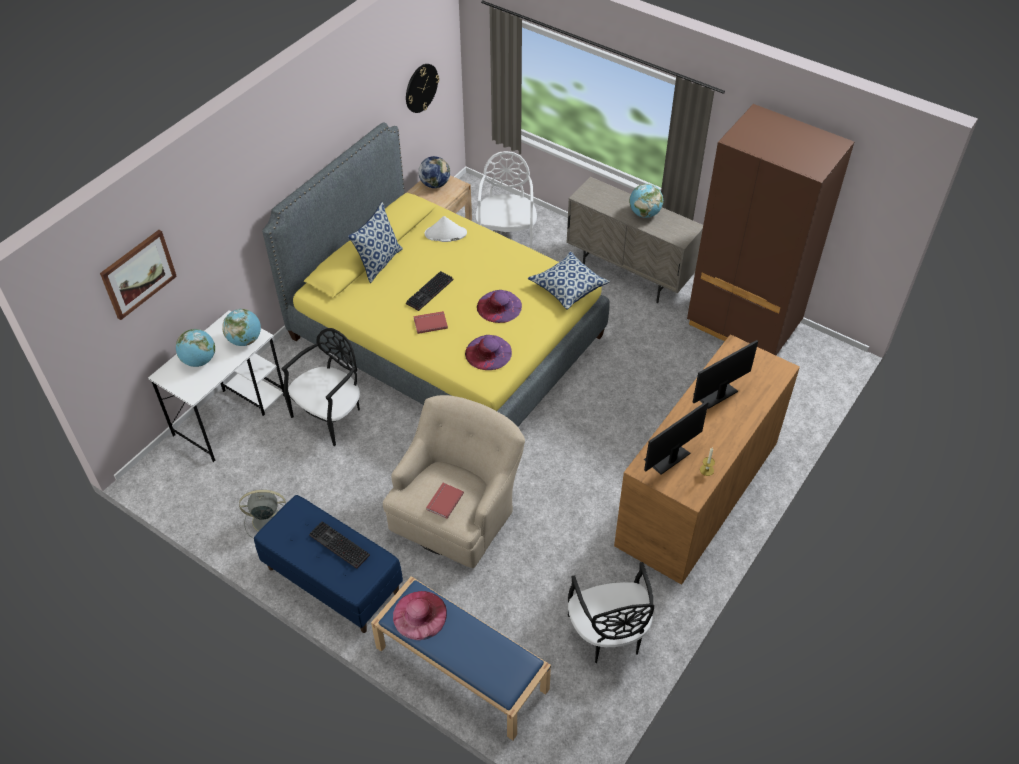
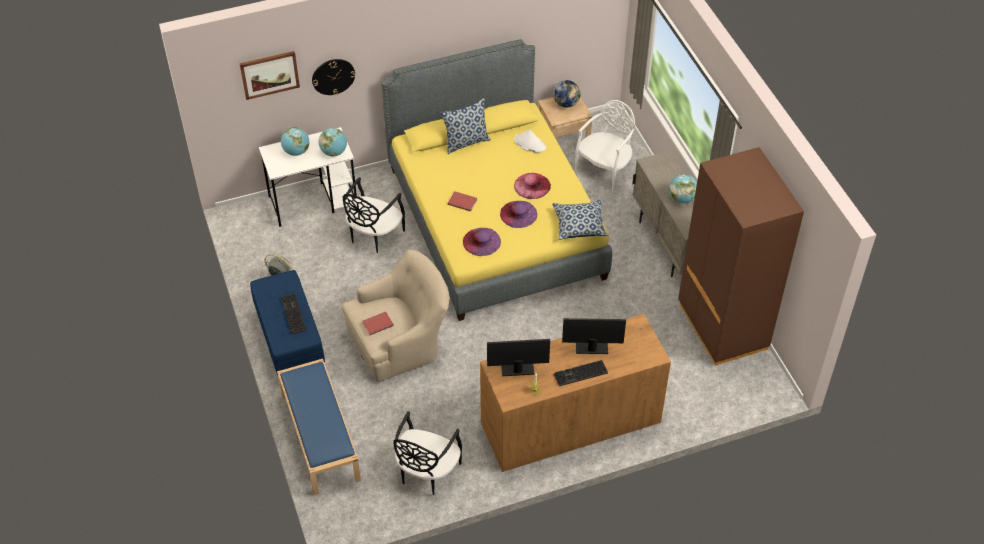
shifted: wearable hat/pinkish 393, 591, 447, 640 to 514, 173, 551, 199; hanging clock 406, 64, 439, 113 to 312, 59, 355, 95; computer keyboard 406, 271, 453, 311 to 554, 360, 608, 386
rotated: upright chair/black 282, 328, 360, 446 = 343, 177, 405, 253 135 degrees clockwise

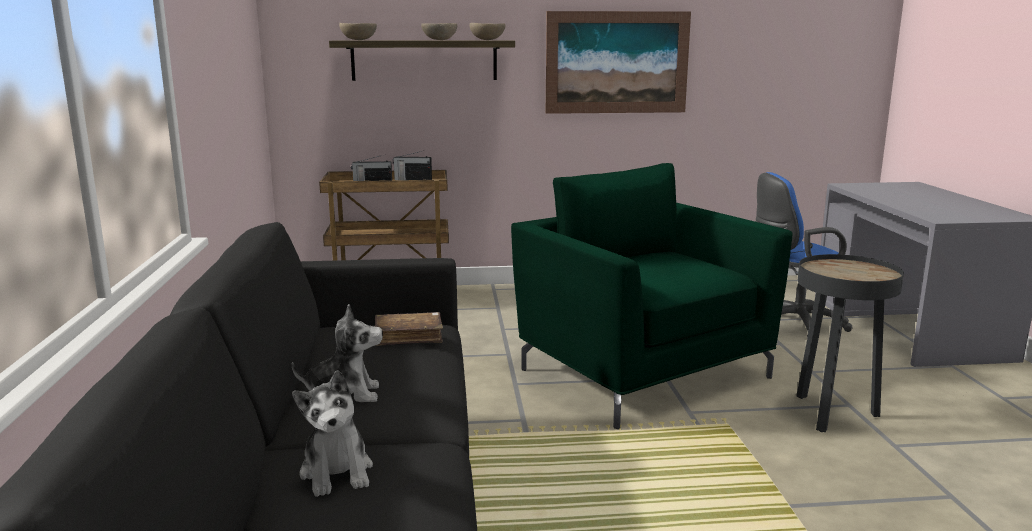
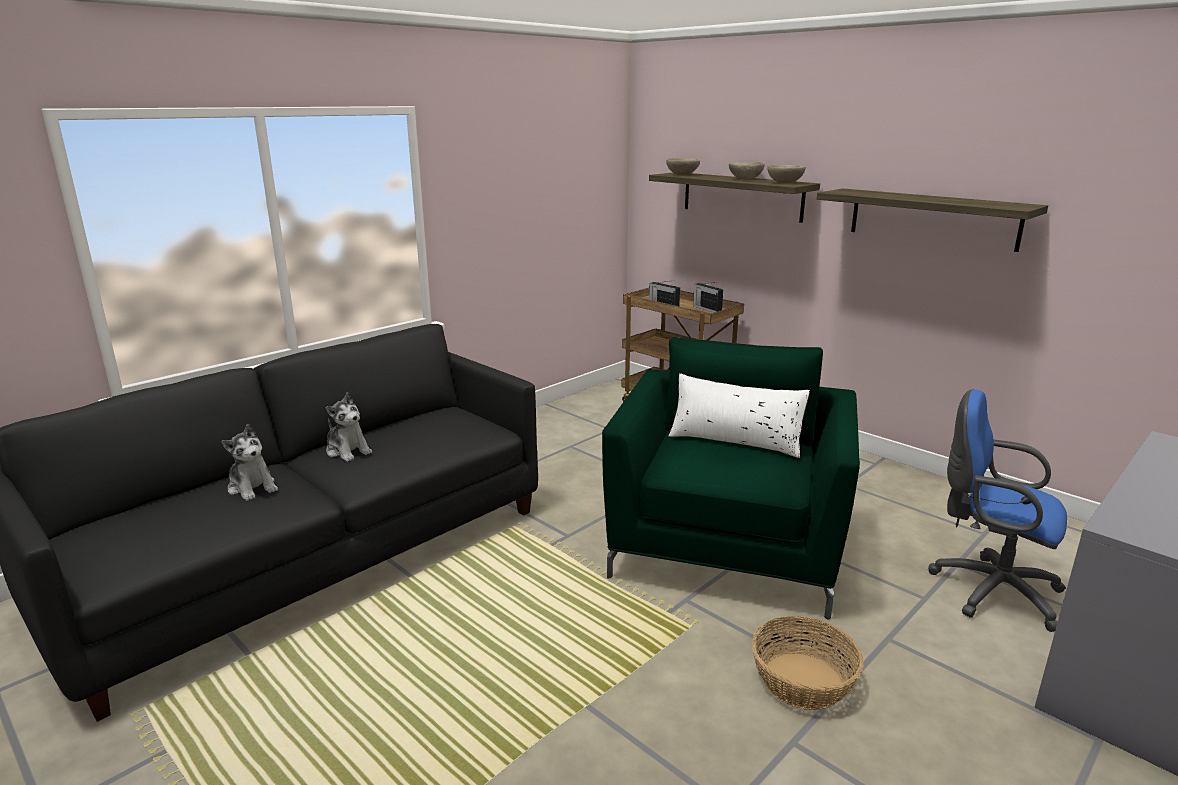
gone: bound book/brownish 375, 312, 443, 346
new: cushion/whitish 669, 373, 810, 458
swapped: wall art 546, 11, 691, 114 to bracket shelf 817, 188, 1048, 252; accent table/black 796, 254, 904, 432 to basket 752, 616, 864, 710
rotated: cuddly toy 292, 370, 373, 497 = 221, 424, 278, 501 75 degrees counterclockwise

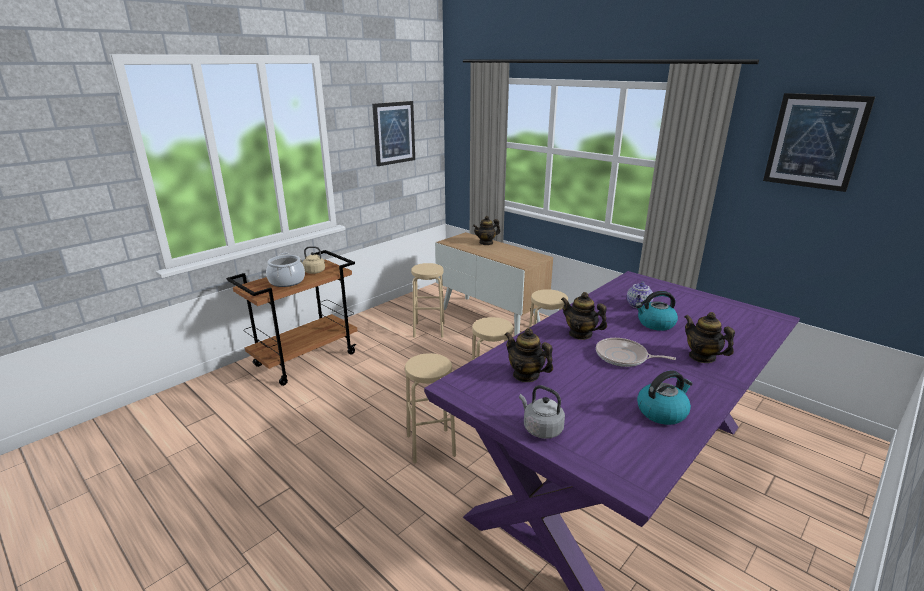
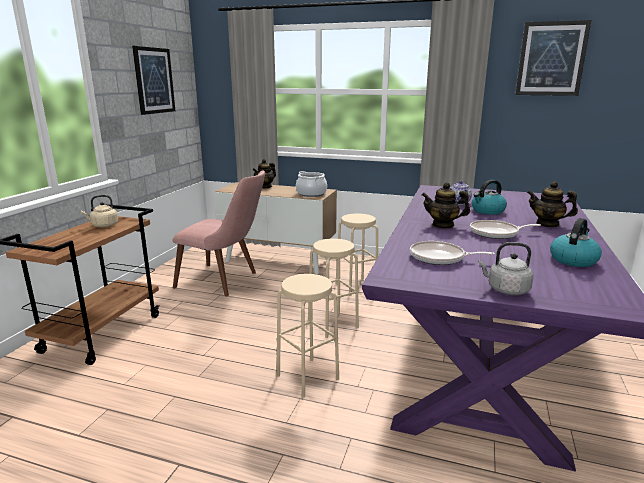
shifted: saucepot 266, 253, 305, 287 to 296, 171, 327, 197
swapped: stool/beige 411, 263, 445, 338 to upright chair/pinkish 173, 171, 265, 296; teapot 505, 328, 553, 382 to skillet 410, 241, 495, 265

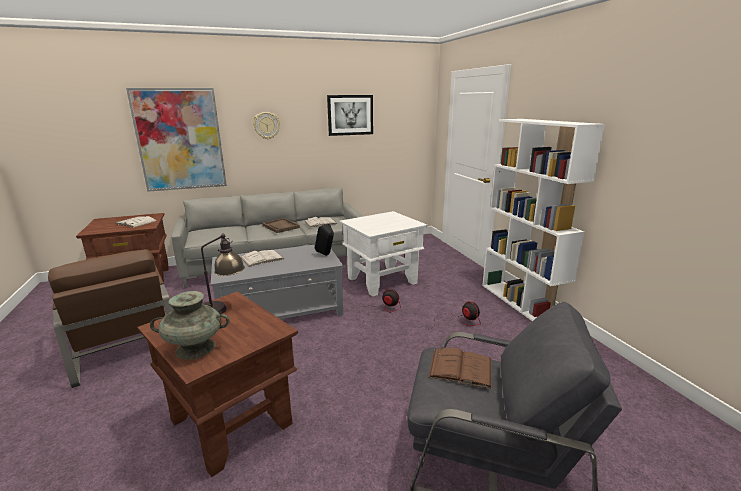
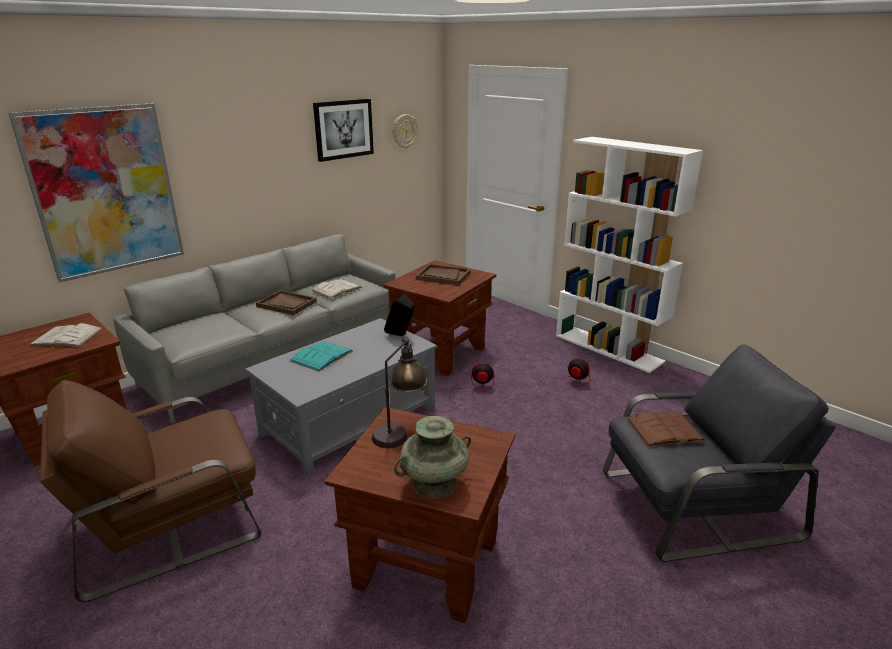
new: carrying tray/brownish 416, 264, 471, 285
shifted: hanging clock 253, 112, 280, 139 to 392, 114, 418, 148
repainted: bound book/whitish 241, 250, 284, 267 to bound book/turquoise-coloured 290, 341, 352, 372; accent table/whitish 340, 211, 428, 297 to accent table/brownish 384, 260, 496, 376
rotated: armchair/brownish 48, 249, 172, 388 = 40, 380, 261, 602 120 degrees clockwise

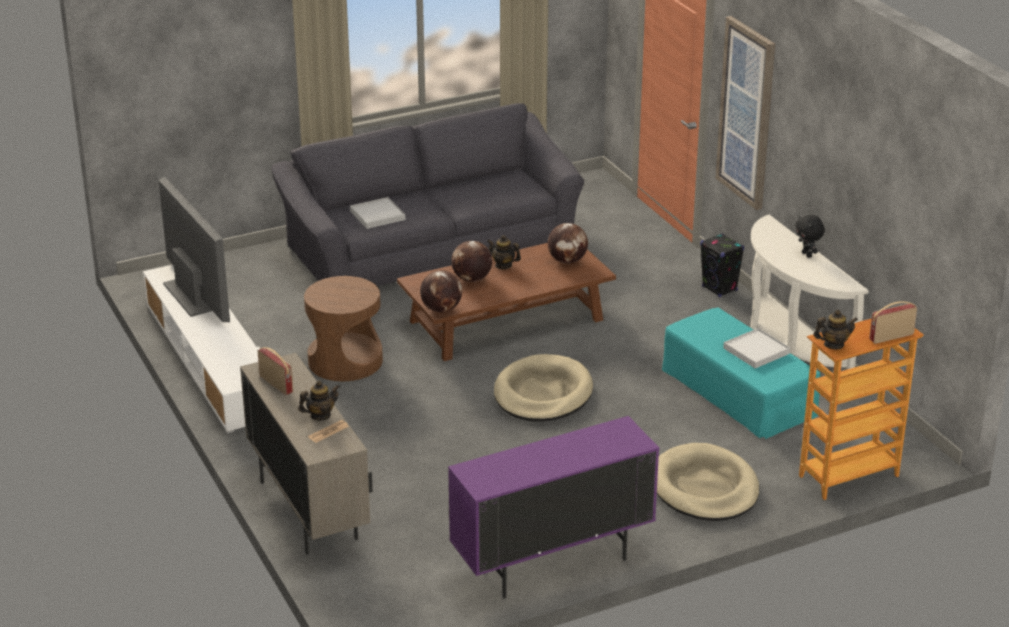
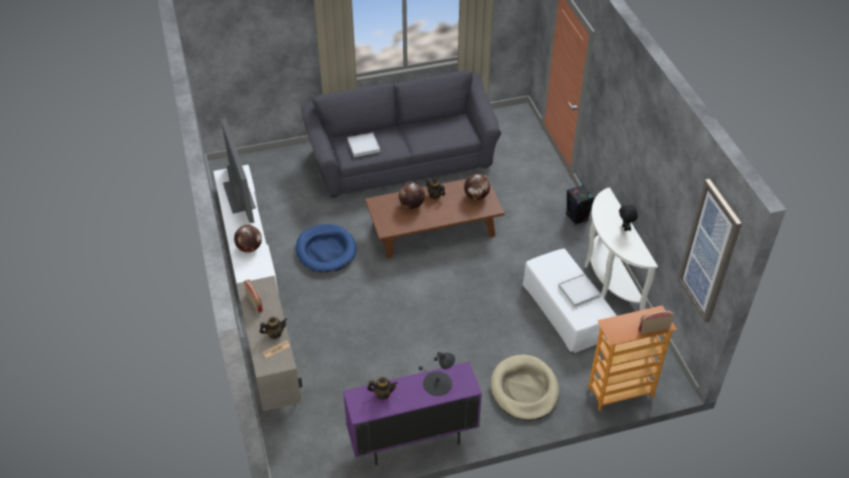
gone: dog bed/beige 494, 354, 593, 422
new: table lamp/black 418, 352, 455, 396
shifted: world globe 420, 270, 462, 312 to 234, 225, 262, 253; wall art 716, 16, 775, 210 to 678, 179, 742, 323; teapot 813, 310, 858, 350 to 367, 377, 398, 400
swapped: accent table/brownish 304, 276, 383, 381 to dog bed/blue-coloured 296, 224, 357, 272
repainted: footrest/turquoise-coloured 662, 307, 821, 439 to footrest/whitish 522, 249, 617, 353

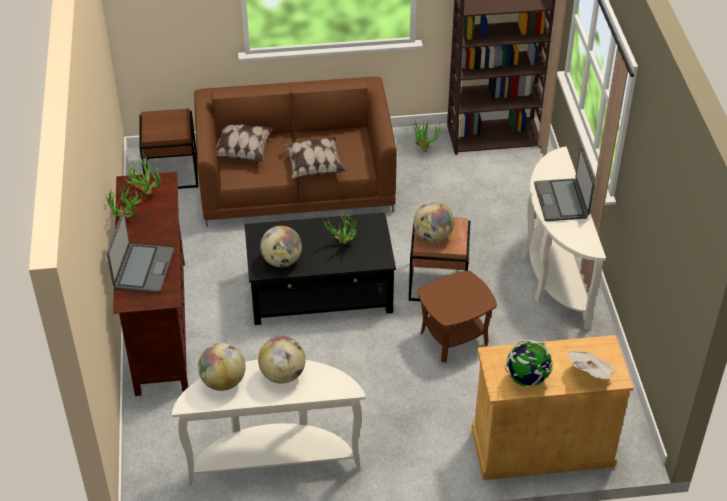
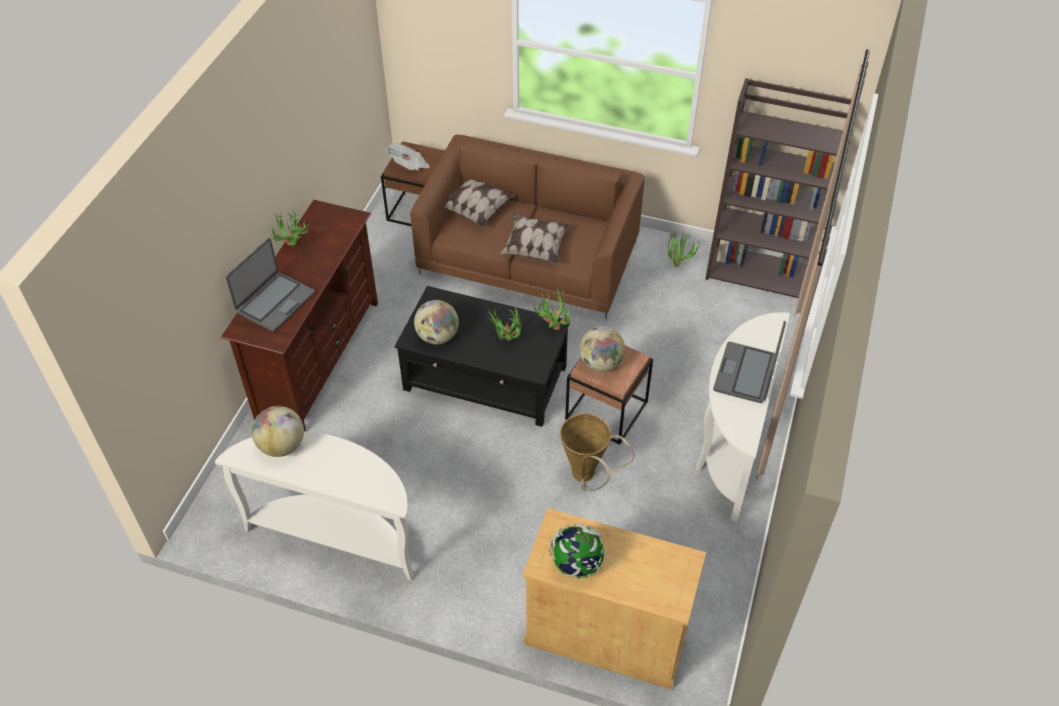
gone: world globe 258, 336, 306, 384
shifted: plant in a pot 124, 155, 161, 195 to 534, 287, 571, 330; printed paper 568, 351, 616, 380 to 386, 143, 430, 170
swapped: accent table/brownish 418, 271, 497, 363 to basket 560, 413, 635, 491

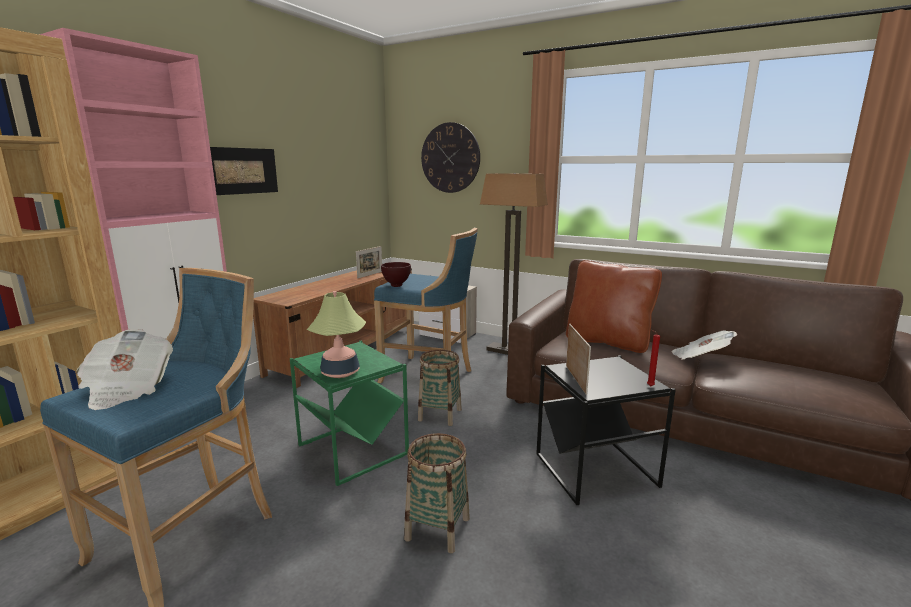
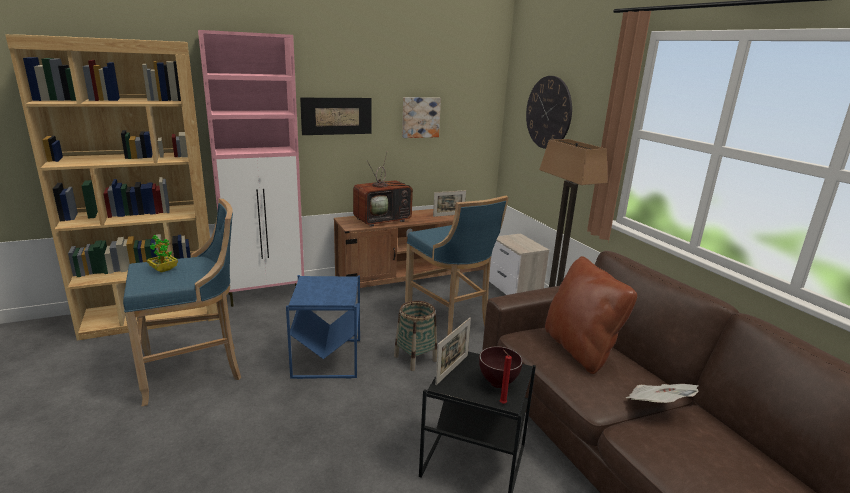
gone: table lamp 307, 291, 366, 378; basket 404, 433, 470, 553
new: TV 353, 153, 413, 226; wall art 402, 97, 441, 138
shifted: deep dish/brownish 381, 262, 411, 287 to 479, 346, 523, 388
swapped: printed paper 76, 329, 173, 410 to plant in a pot 147, 235, 178, 272
repainted: accent table/green-coloured 290, 341, 409, 486 to accent table/blue-coloured 286, 275, 360, 379

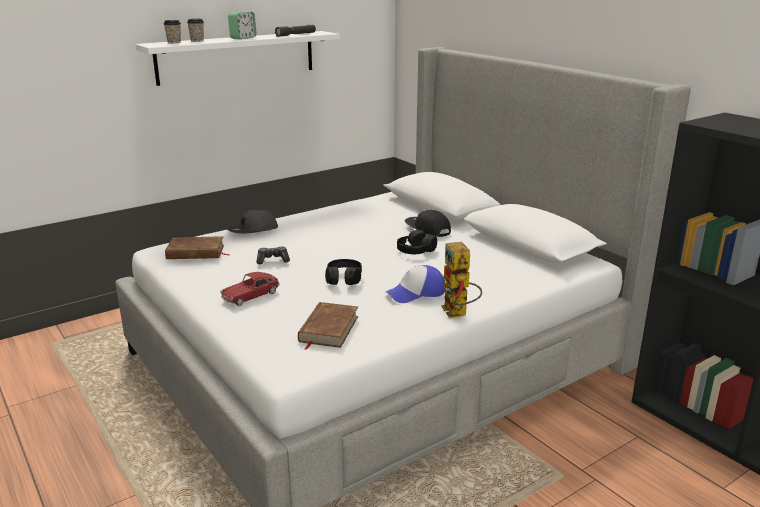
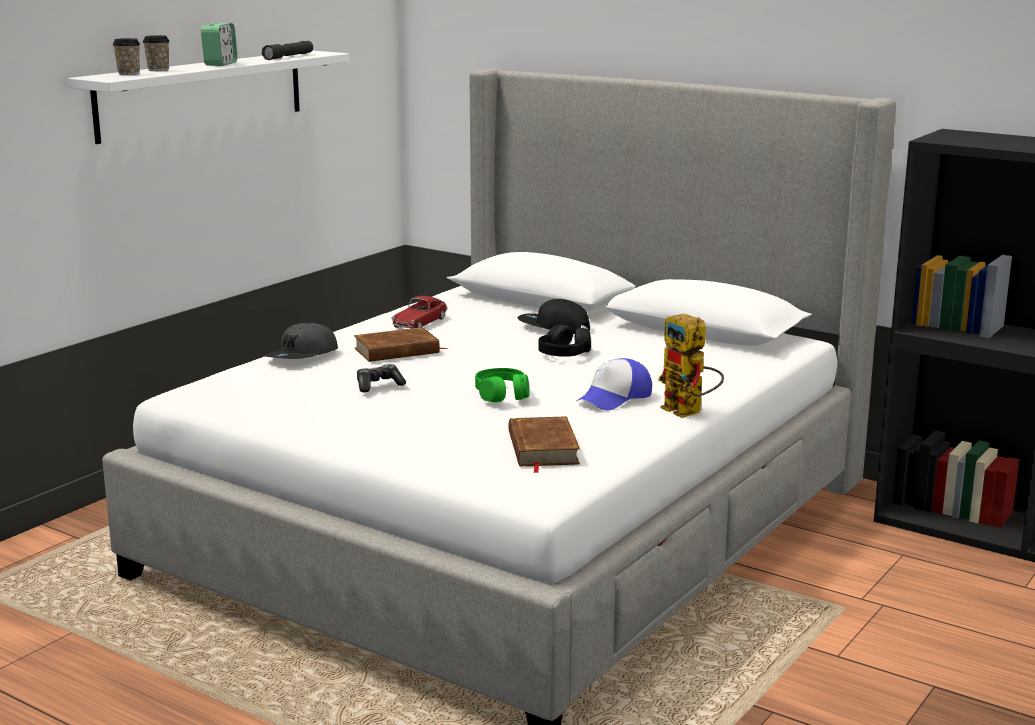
shifted: bound book/brownish 165, 236, 230, 259 to 354, 327, 447, 362; miniature car 220, 272, 280, 306 to 391, 296, 448, 328
repainted: headphones/black 325, 259, 362, 285 to headphones/green-coloured 475, 368, 530, 402

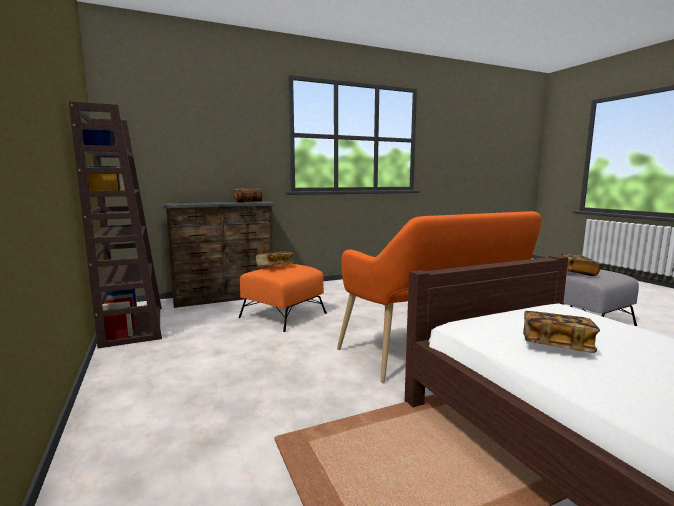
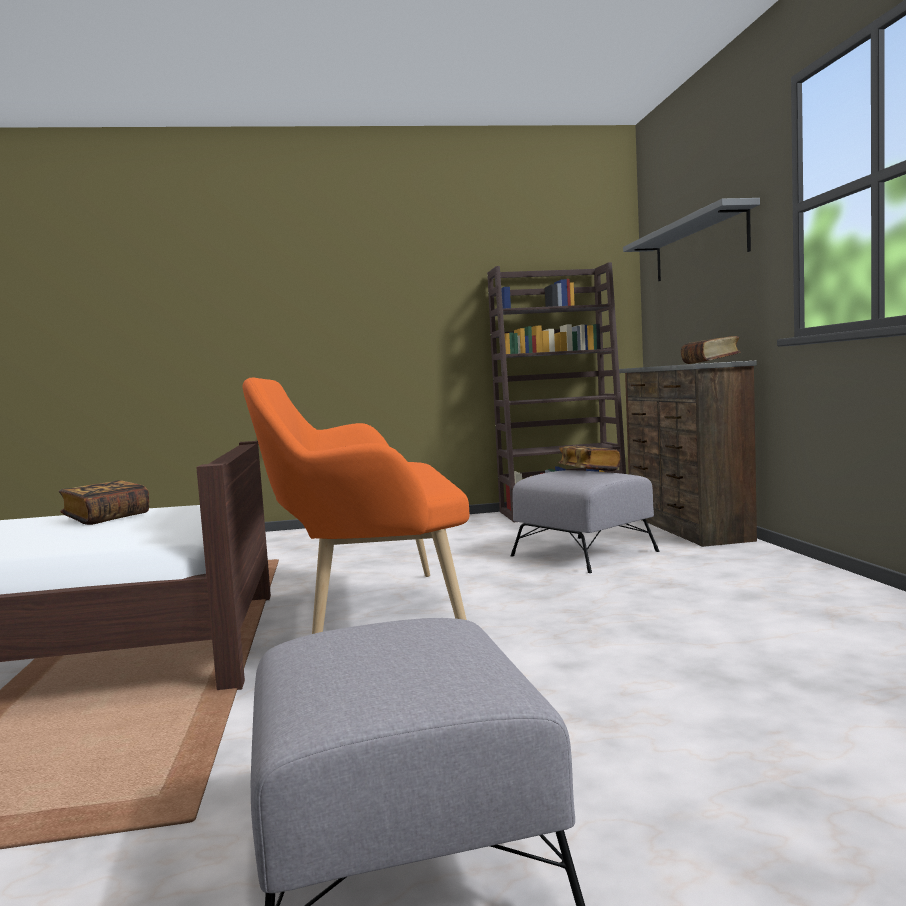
gone: bound book 561, 254, 600, 276
new: bracket shelf/grey 623, 198, 760, 281
repainted: footrest/orange 239, 264, 327, 332 to footrest/grey 511, 470, 660, 573

